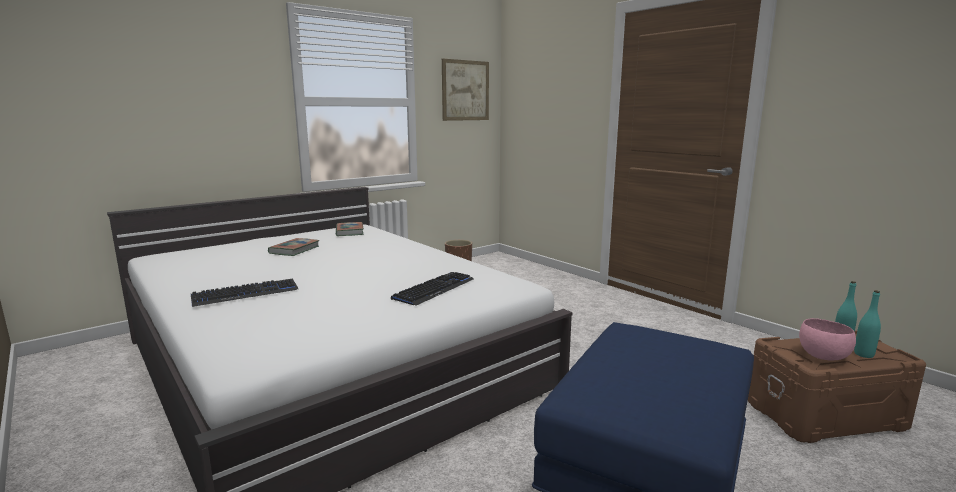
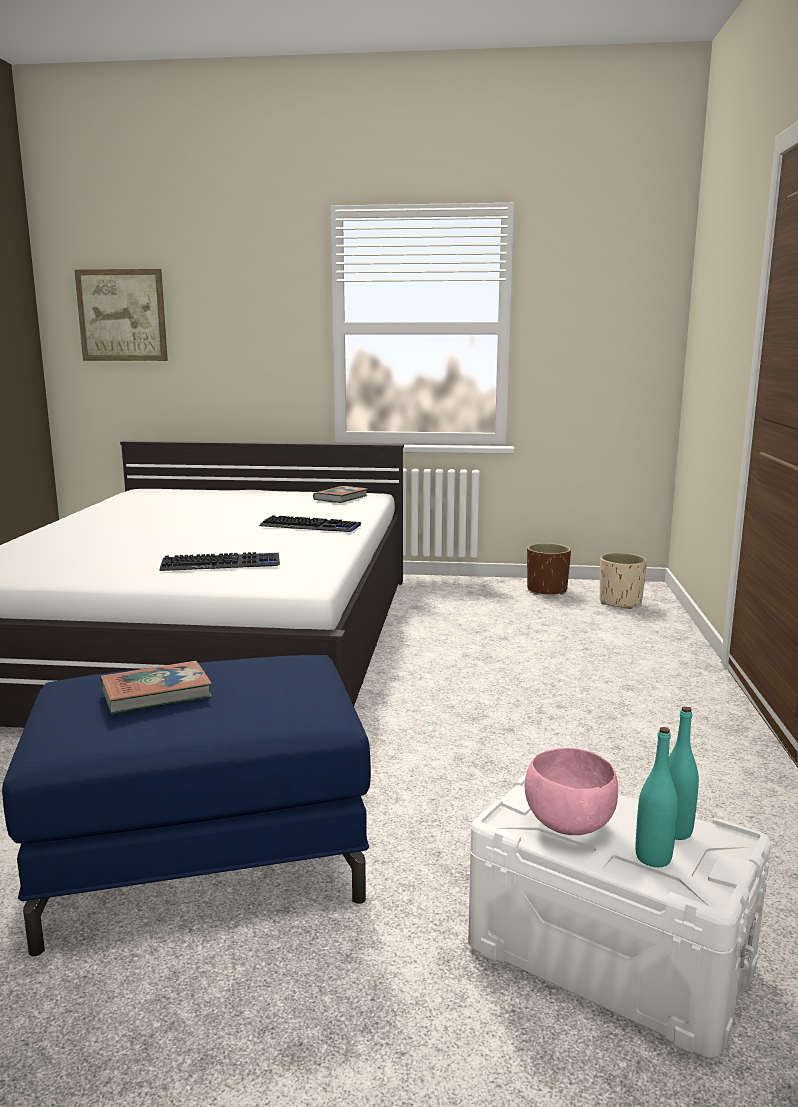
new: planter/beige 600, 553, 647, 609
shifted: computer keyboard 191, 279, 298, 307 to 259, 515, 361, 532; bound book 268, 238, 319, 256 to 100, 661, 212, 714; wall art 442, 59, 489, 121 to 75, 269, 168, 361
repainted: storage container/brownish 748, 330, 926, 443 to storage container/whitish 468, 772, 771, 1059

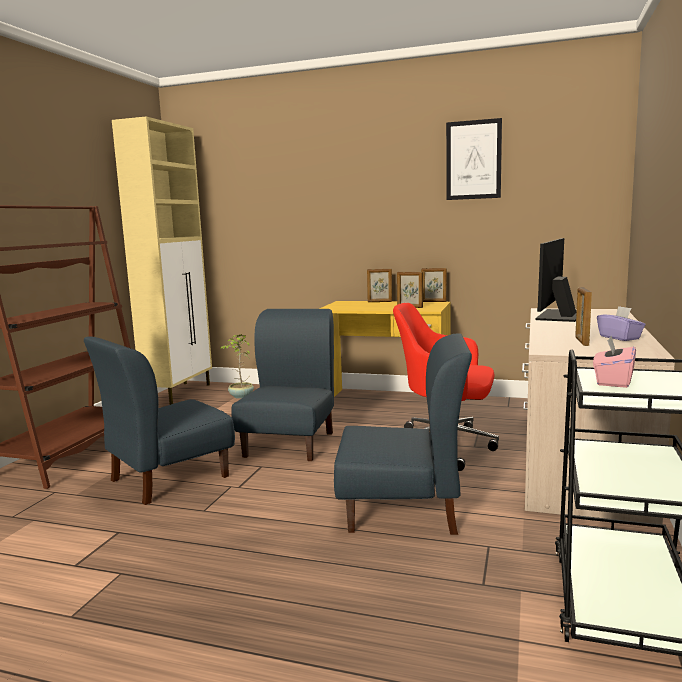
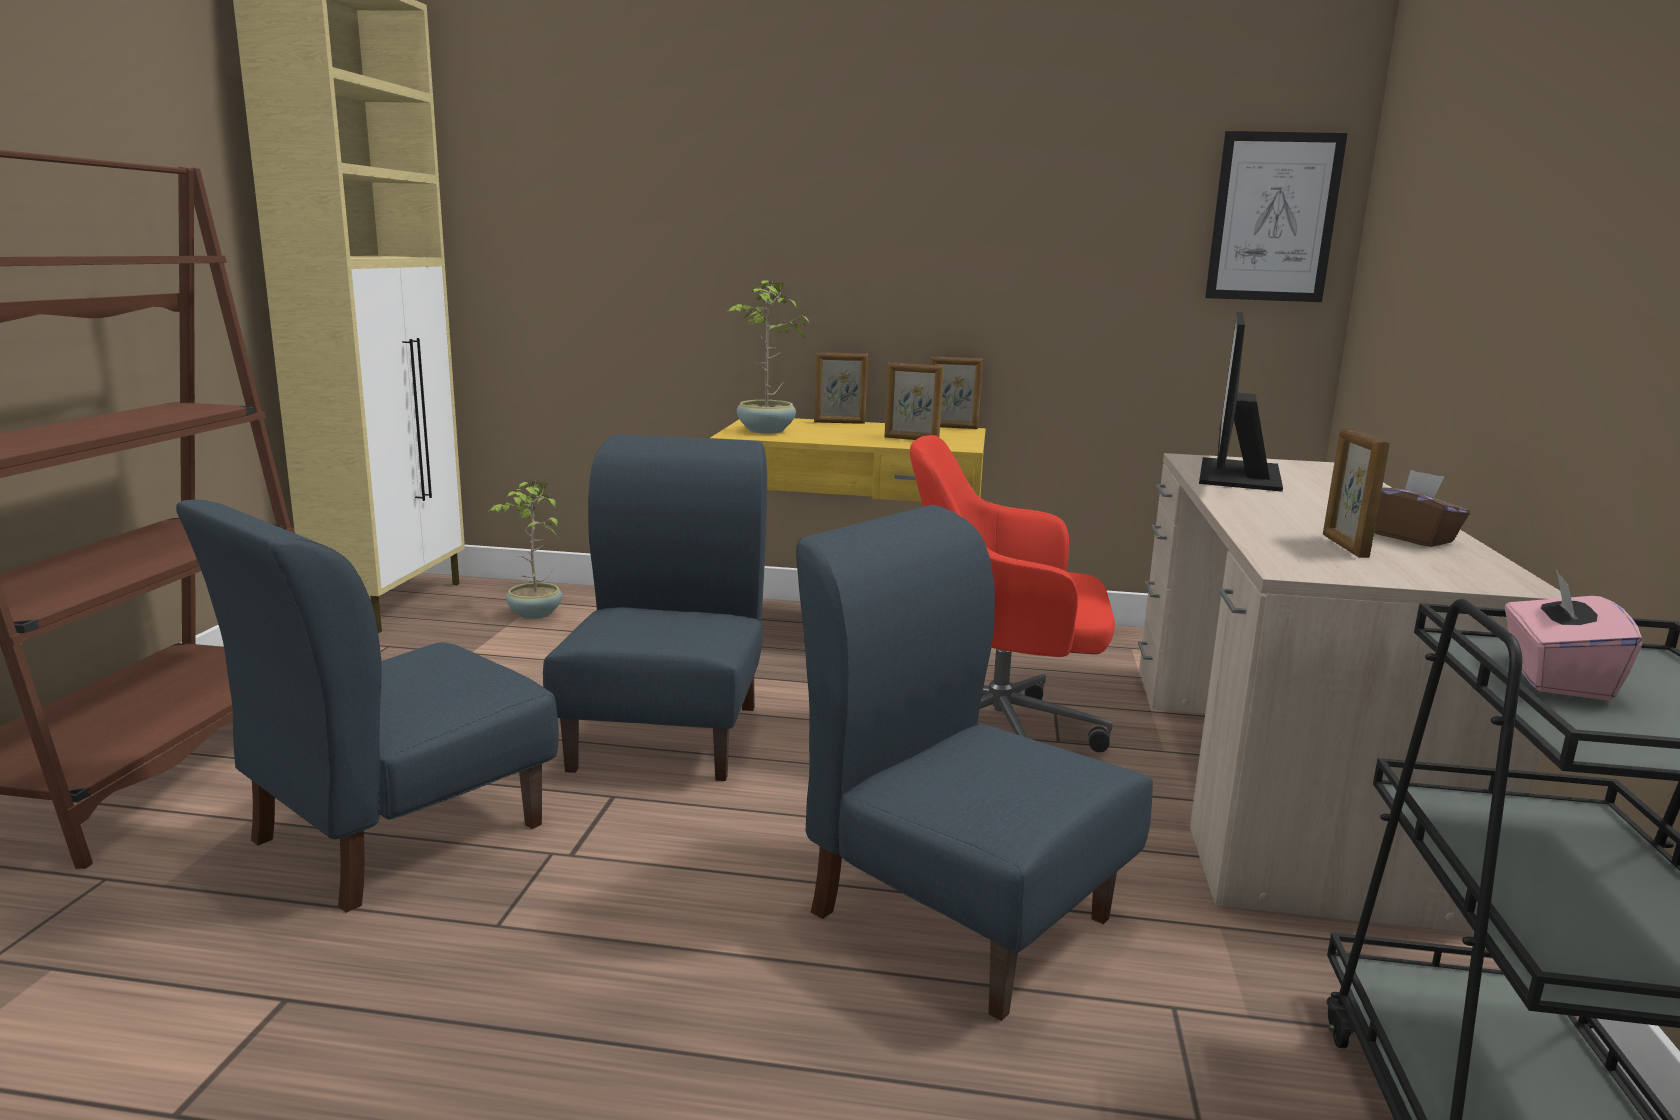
new: plant in a pot 727, 280, 810, 433
shifted: wall art 446, 118, 502, 200 to 1205, 131, 1348, 302
repainted: box of tissues/purplish 597, 306, 645, 341 to box of tissues/brownish 1374, 470, 1470, 547
rotated: upright chair/blue-coloured 334, 333, 472, 535 = 796, 505, 1153, 1021 135 degrees counterclockwise

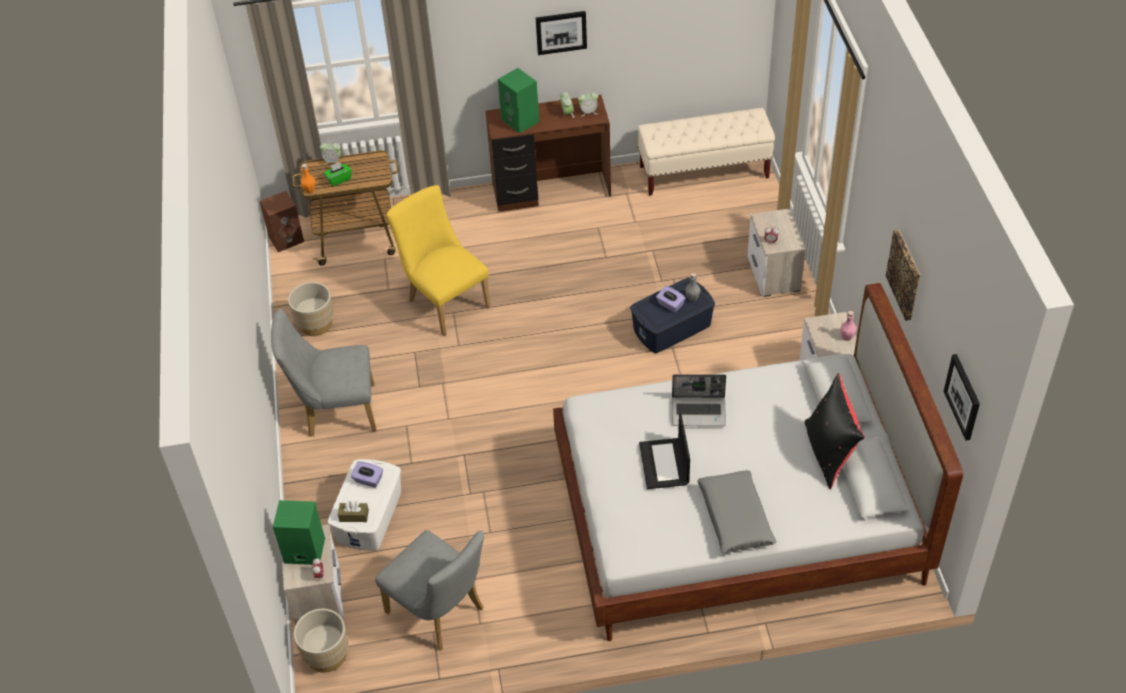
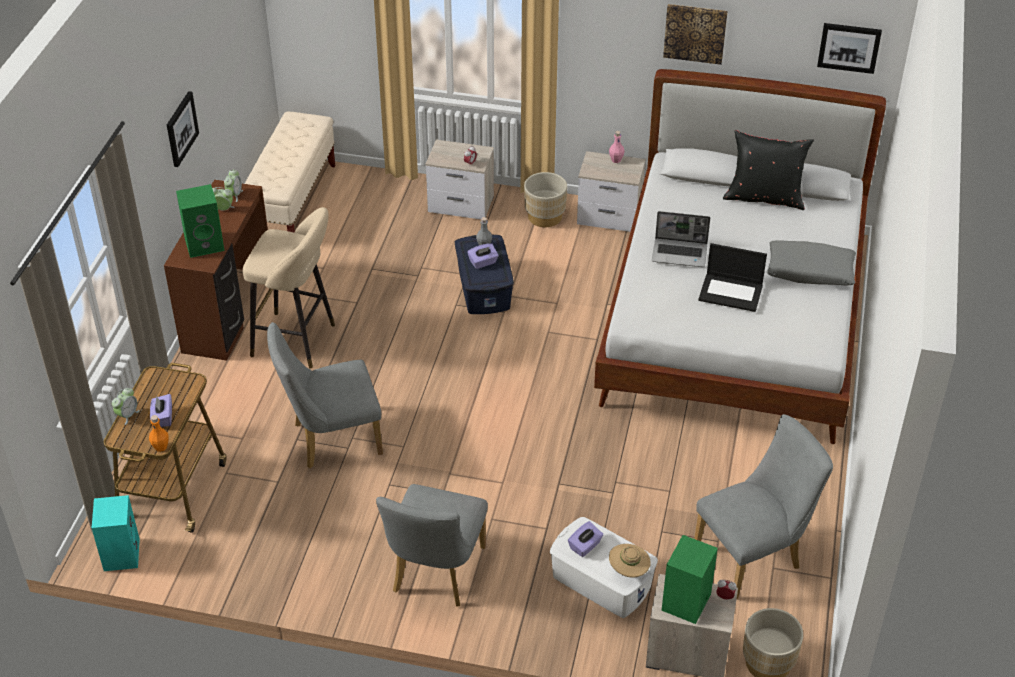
new: stool/beige 243, 207, 335, 369
shifted: planter/beige 288, 282, 334, 336 to 524, 172, 567, 227
swapped: box of tissues/brownish 338, 501, 369, 522 to wearable hat/beige 609, 544, 651, 578
repainted: audio speaker/brownish 260, 191, 304, 252 to audio speaker/turquoise-coloured 92, 495, 140, 571; box of tissues/green-coloured 324, 162, 352, 186 to box of tissues/purplish 150, 394, 172, 427; upright chair/yellow 387, 185, 491, 336 to upright chair/grey 267, 322, 383, 468
rotated: laptop 672, 374, 726, 426 = 652, 211, 710, 267 75 degrees clockwise

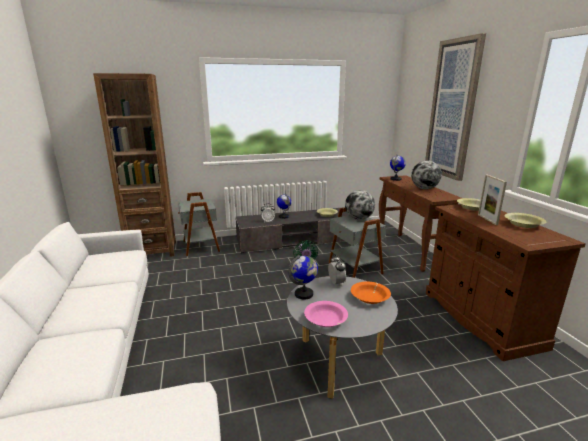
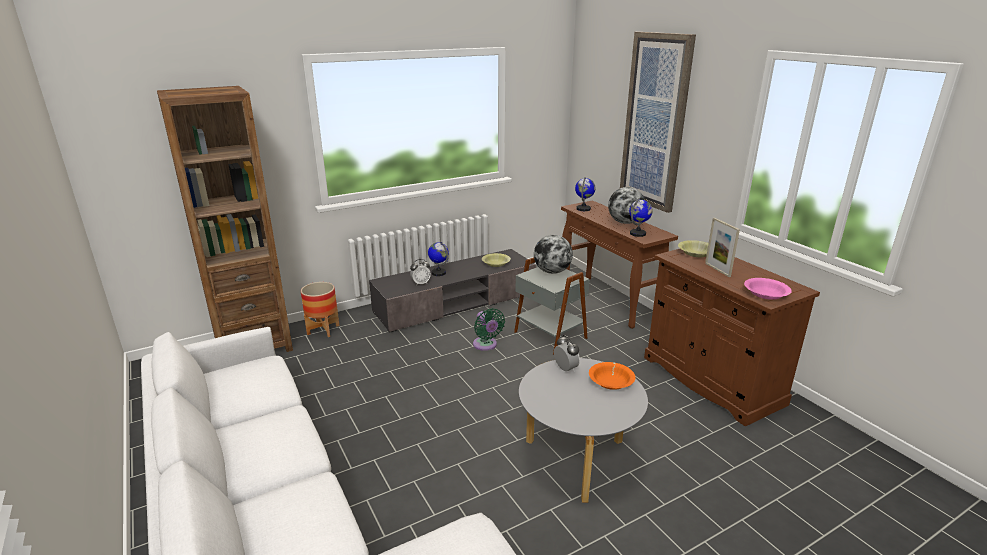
gone: deep dish/yellow 505, 213, 546, 228
shifted: world globe 288, 255, 318, 299 to 629, 198, 653, 237; deep dish/pinkish 304, 301, 348, 327 to 744, 278, 792, 300
swapped: accent table/grey 178, 192, 220, 257 to planter 301, 282, 340, 337

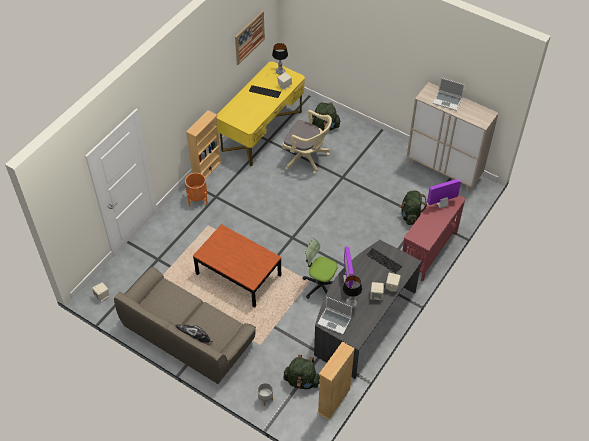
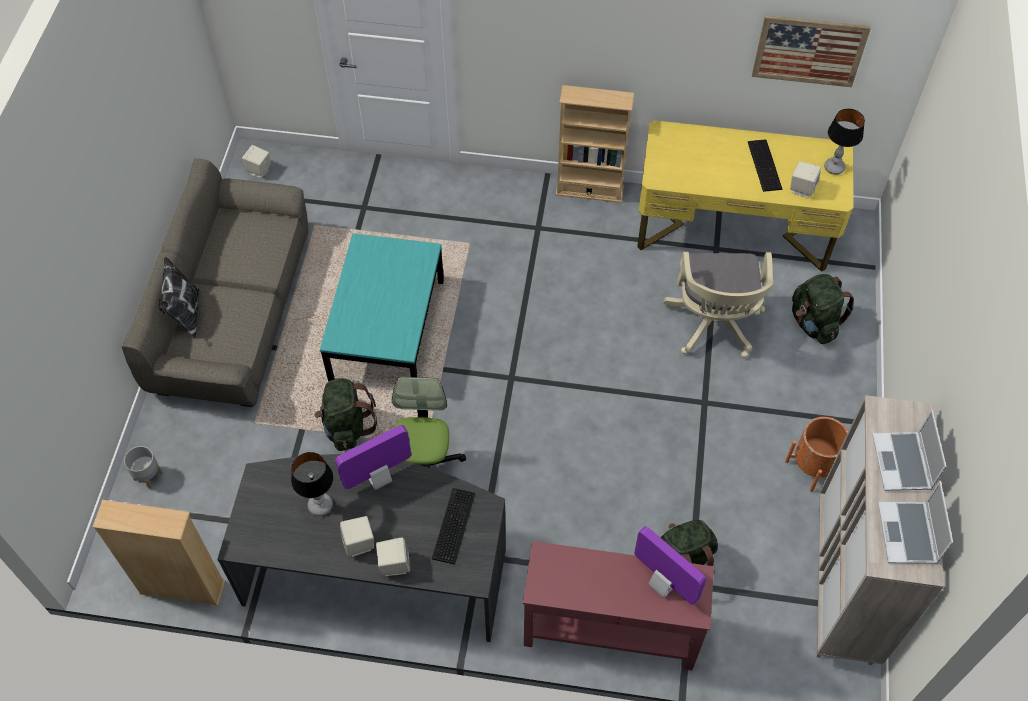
shifted: planter/orange 185, 173, 208, 207 to 785, 417, 848, 492; backpack/green-coloured 284, 355, 320, 389 to 314, 378, 377, 451; laptop 317, 297, 352, 335 to 878, 481, 953, 564
repainted: lounge table/brownish 193, 224, 281, 308 to lounge table/turquoise-coloured 320, 233, 444, 382

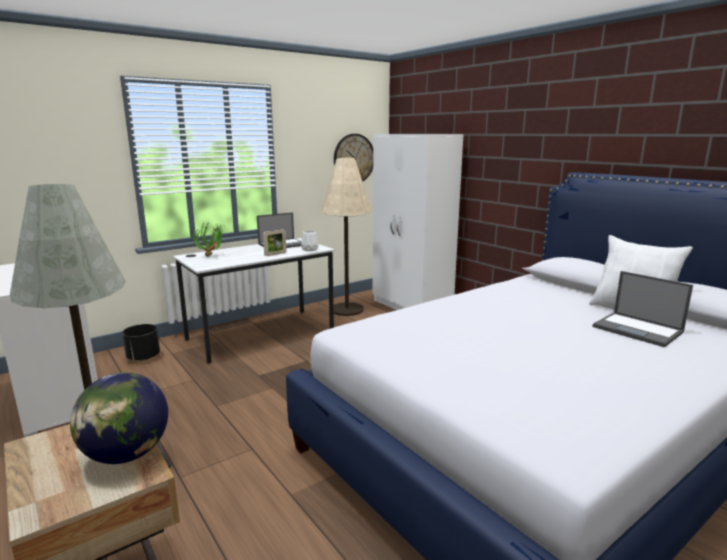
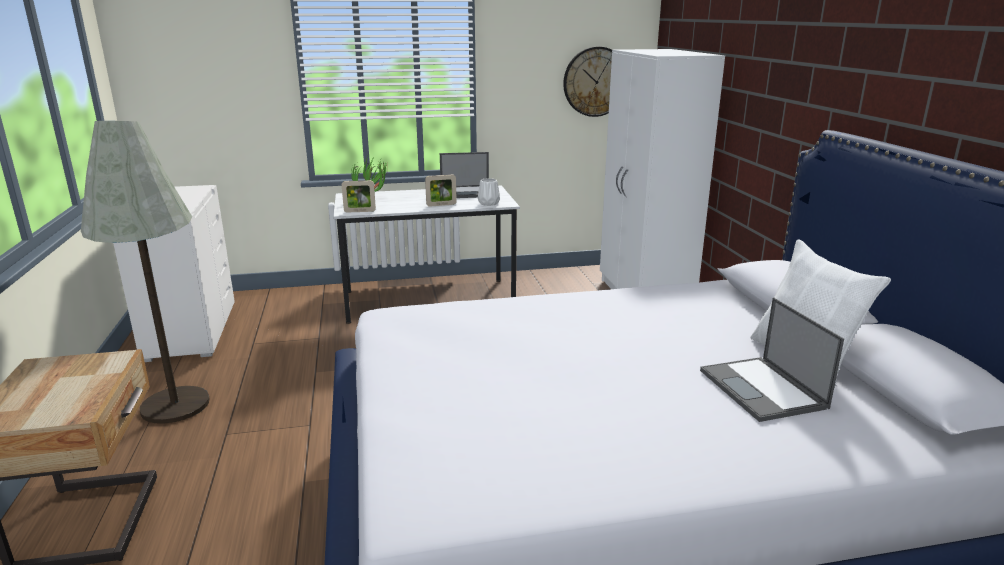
gone: world globe 70, 373, 168, 464; planter/black 122, 324, 160, 361; standing lamp/beige 321, 157, 371, 316
new: photo frame 342, 180, 376, 213

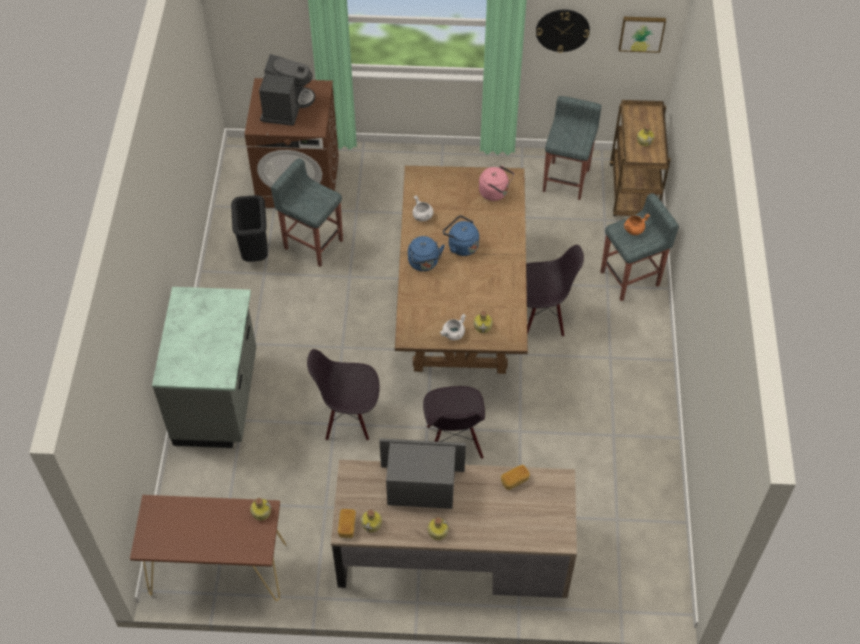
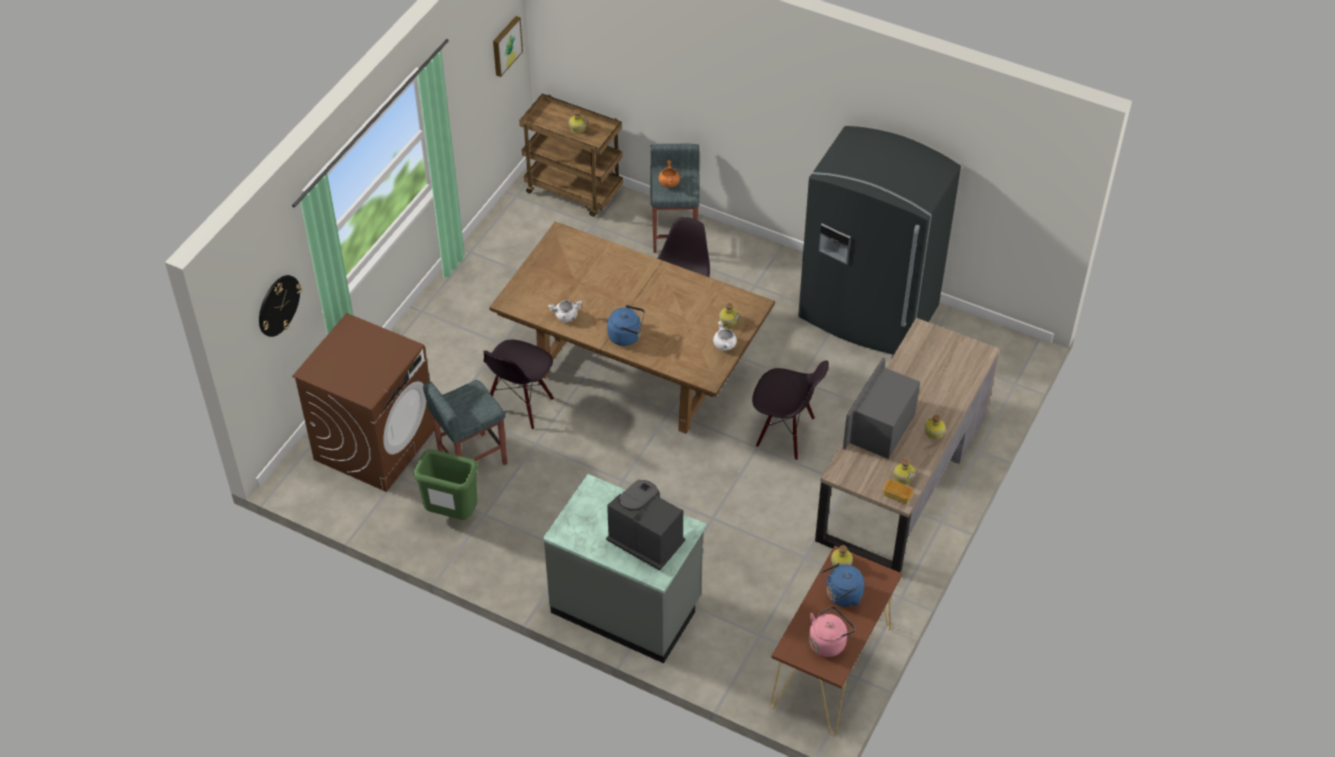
gone: baked bread 501, 465, 530, 490; stool/grey 543, 96, 602, 200
new: kitchen fridge/grey 798, 126, 961, 354
shifted: coffee machine 259, 54, 315, 126 to 606, 480, 685, 571; upright chair/black 307, 349, 380, 441 to 483, 340, 554, 430; water kettle/blue-coloured 443, 215, 479, 256 to 821, 563, 865, 607; water kettle/pinkish 479, 166, 514, 201 to 809, 606, 855, 657; hanging clock 536, 9, 590, 53 to 259, 275, 302, 337
repainted: waste bin/black 231, 195, 268, 262 to waste bin/green-coloured 413, 449, 478, 520

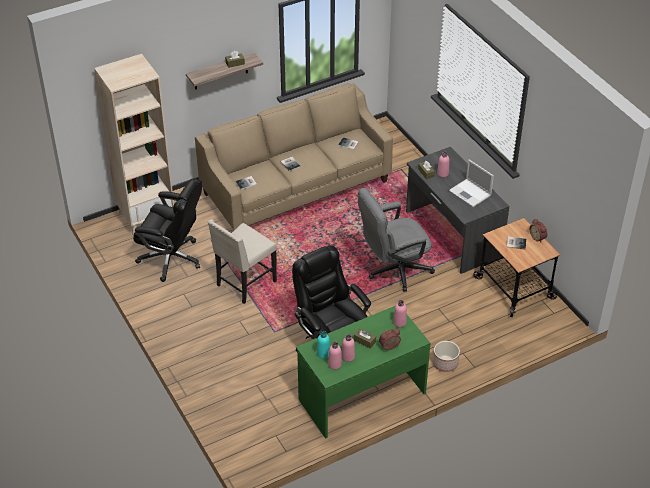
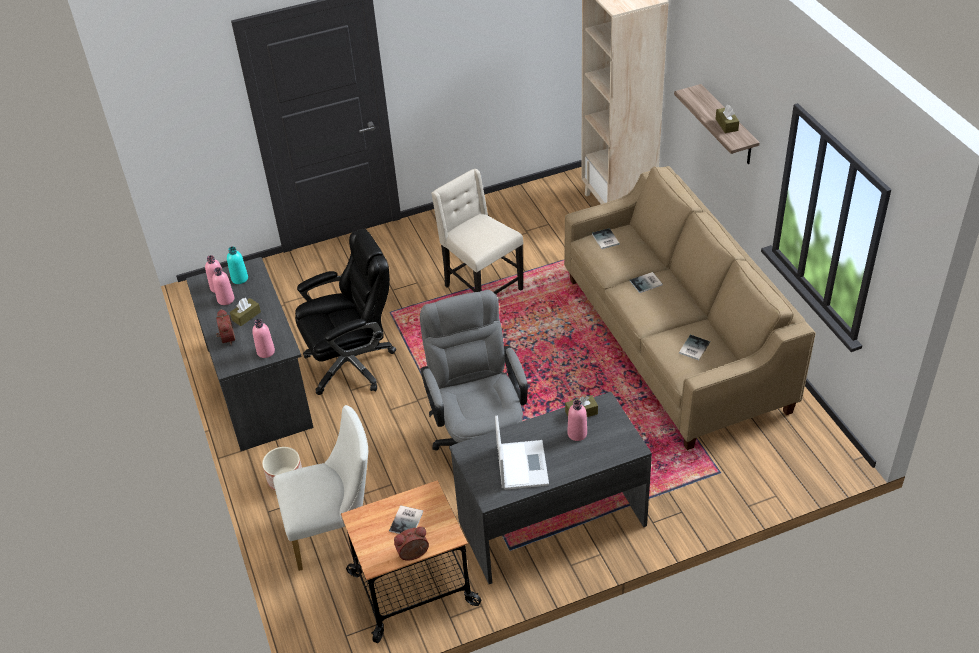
gone: computer chair/black 133, 179, 202, 282
new: upright chair/whitish 273, 405, 368, 571
repainted: desk unit/green-coloured 296, 305, 430, 439 to desk unit/grey 186, 257, 314, 451
rotated: laptop 449, 160, 494, 207 = 495, 415, 549, 490 120 degrees clockwise

